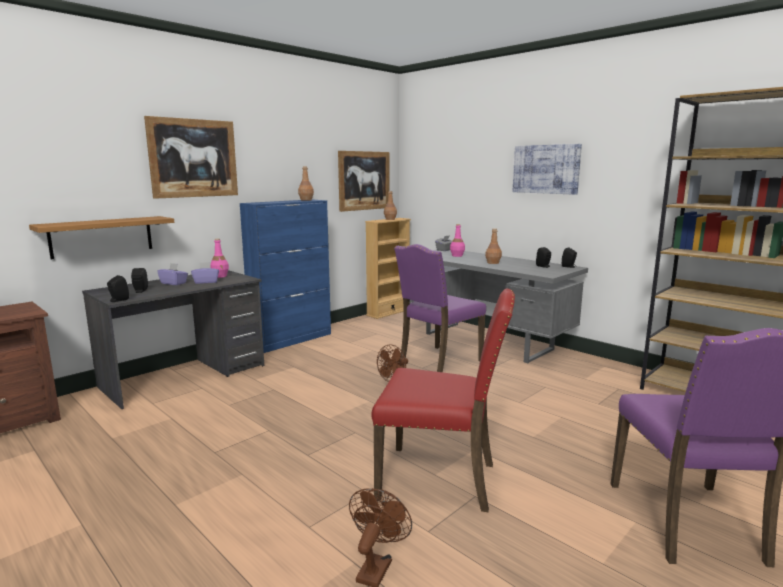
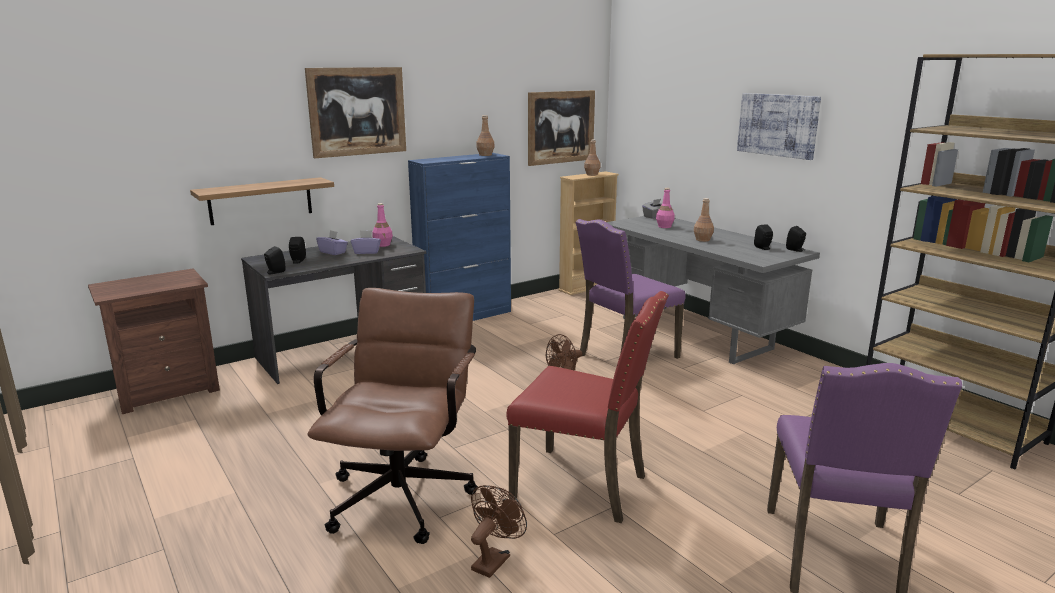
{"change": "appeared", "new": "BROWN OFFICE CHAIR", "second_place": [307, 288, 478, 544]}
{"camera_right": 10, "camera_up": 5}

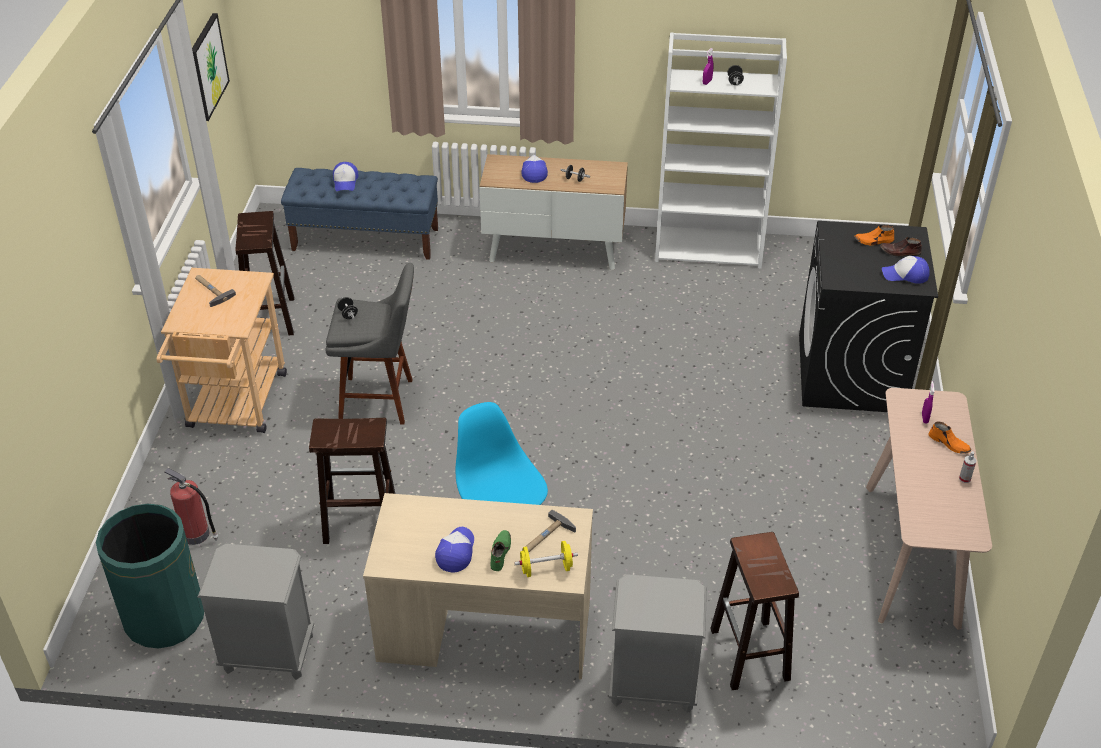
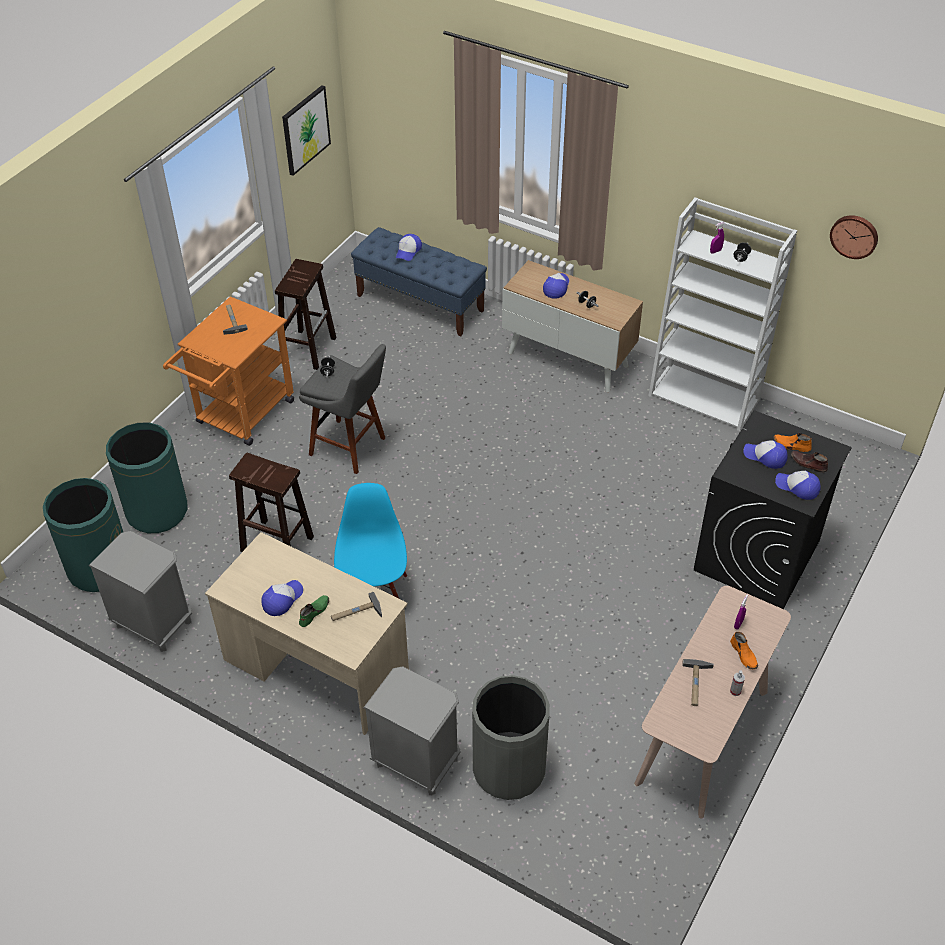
{"change": "exchanged", "old": "FIRE EXTINGUISHER", "new": "GREEN TRASH CAN", "first_place": [165, 468, 218, 545], "second_place": [106, 423, 188, 533]}
{"change": "colour", "old": "BEIGE CART", "new": "ORANGE CART", "first_place": [157, 268, 287, 433], "second_place": [163, 296, 294, 446]}
{"change": "exchanged", "old": "BROWN STOOL", "new": "GREY TRASH CAN", "first_place": [710, 532, 799, 690], "second_place": [472, 675, 550, 800]}
{"change": "appeared", "new": "HAMMER", "second_place": [682, 659, 714, 706]}
{"change": "appeared", "new": "CAP", "second_place": [744, 440, 788, 469]}
{"change": "appeared", "new": "WALL CLOCK", "second_place": [830, 215, 878, 259]}
{"change": "missing", "old": "YELLOW DUMBBELL", "first_place": [514, 541, 578, 577]}
{"camera_right": 25, "camera_up": 5}

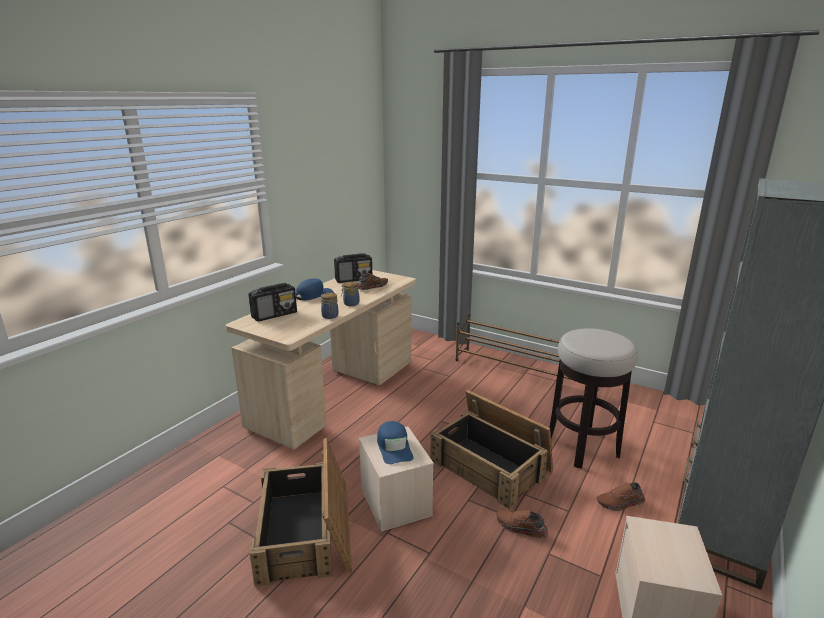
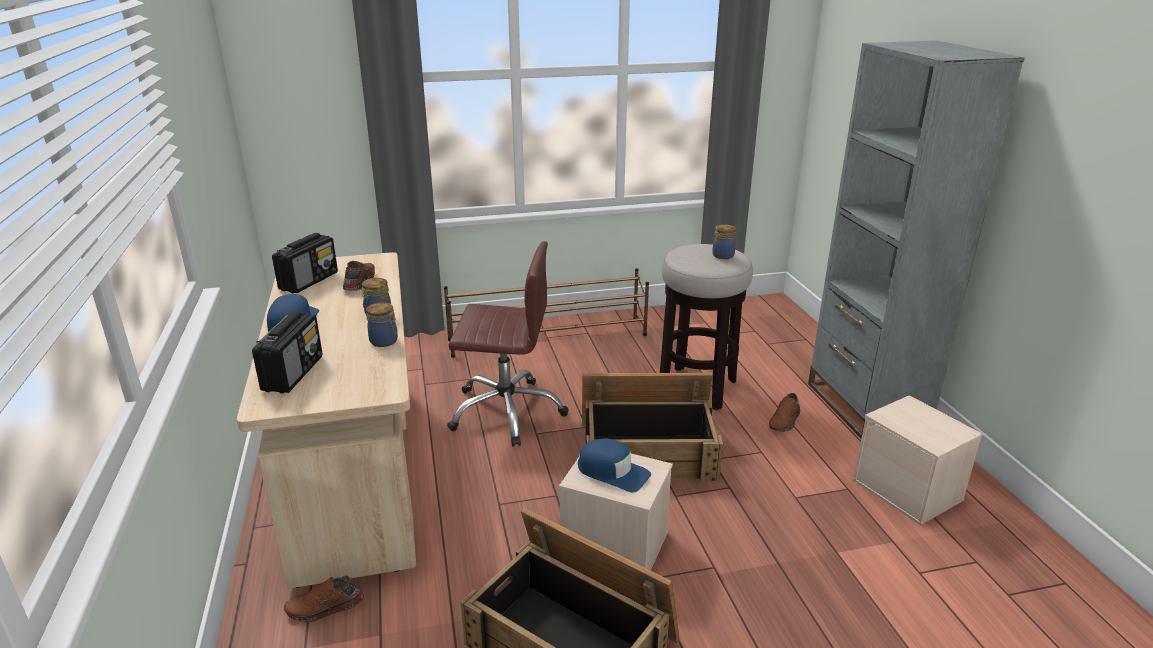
{"change": "relocated", "old": "BROWN SHOE", "first_place": [496, 510, 548, 538], "second_place": [284, 576, 364, 622]}
{"change": "appeared", "new": "BROWN OFFICE CHAIR", "second_place": [447, 241, 569, 446]}
{"change": "appeared", "new": "JAR", "second_place": [712, 224, 736, 259]}
{"camera_right": -45, "camera_up": 5}

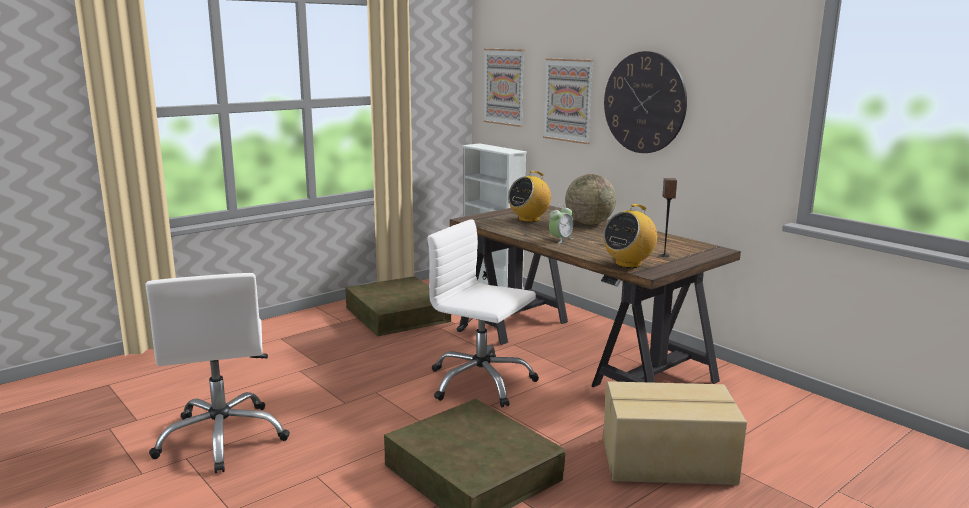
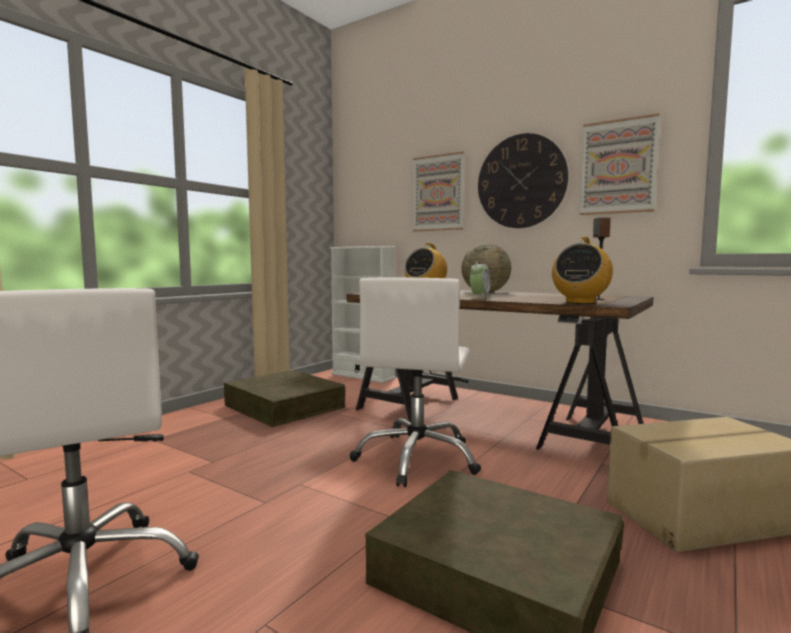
{"change": "spun", "old": "WHITE OFFICE CHAIR", "first_place": [427, 219, 539, 407], "second_place": [350, 277, 481, 487], "degrees": -90}
{"change": "relocated", "old": "PICTURE", "first_place": [483, 49, 525, 127], "second_place": [580, 113, 660, 215]}
{"camera_right": -15, "camera_up": -10}

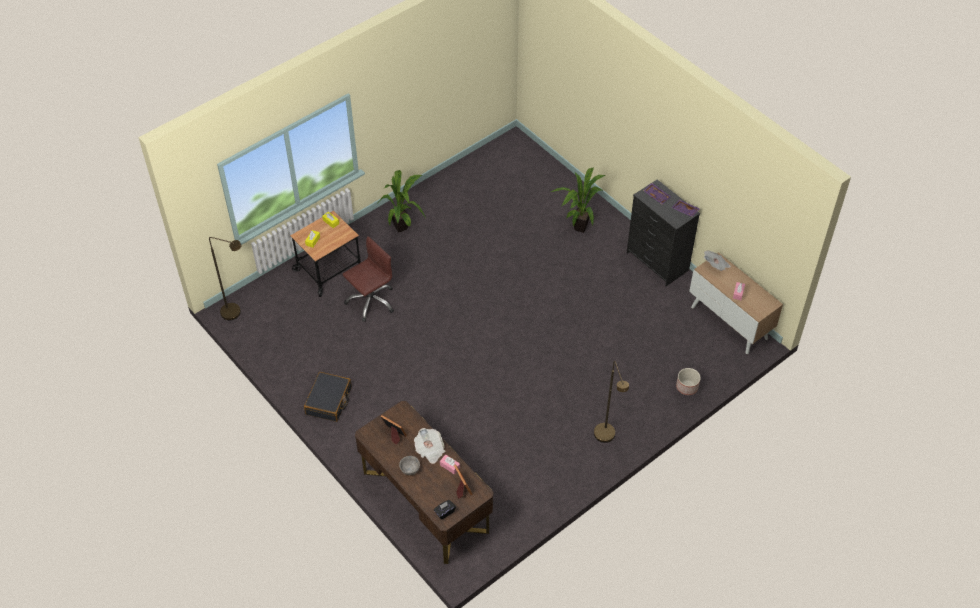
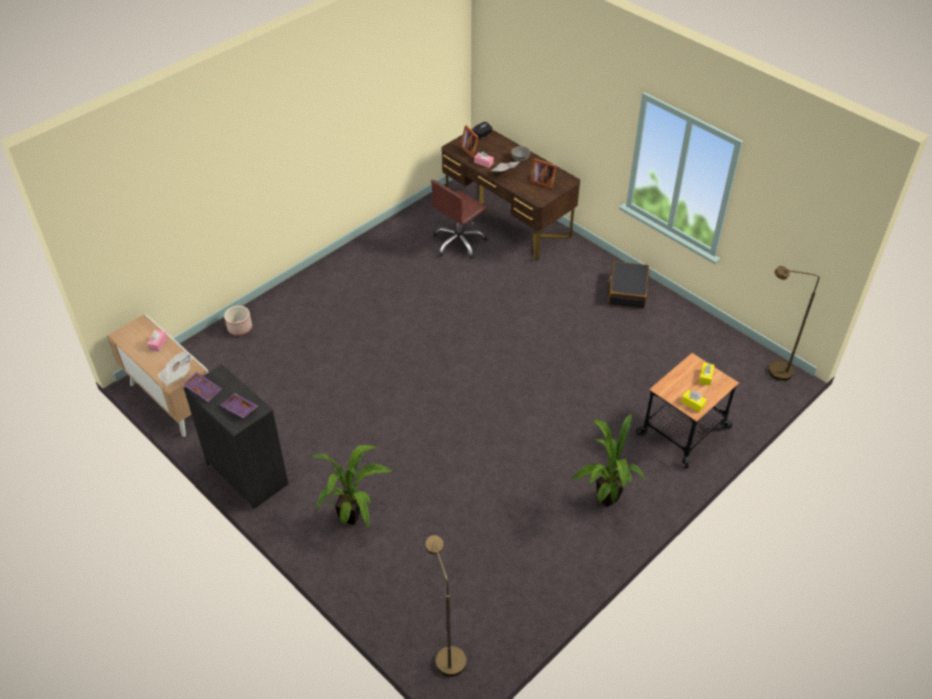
{"change": "relocated", "old": "BROWN FLOOR LAMP", "first_place": [594, 361, 629, 443], "second_place": [425, 535, 466, 677]}
{"change": "relocated", "old": "BROWN OFFICE CHAIR", "first_place": [343, 236, 394, 322], "second_place": [431, 180, 487, 259]}
{"camera_right": 175, "camera_up": -5}

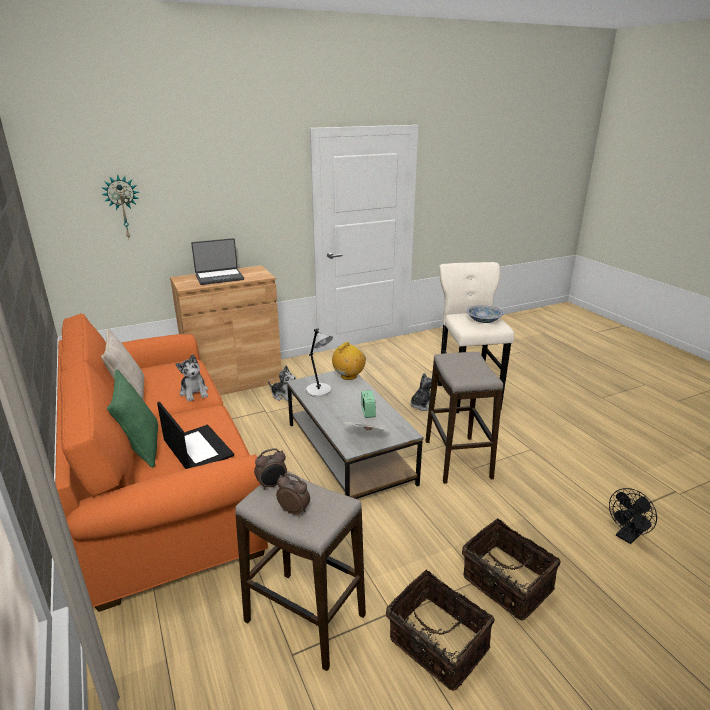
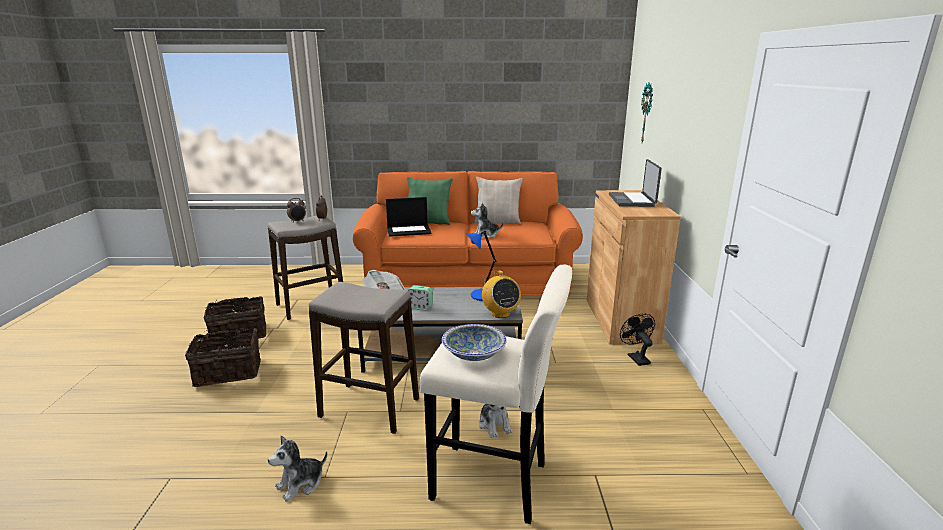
{"change": "relocated", "old": "PLUSH TOY", "first_place": [268, 366, 296, 401], "second_place": [268, 435, 327, 502]}
{"change": "colour", "old": "GREY TABLE LAMP", "new": "BLUE TABLE LAMP", "first_place": [306, 328, 333, 397], "second_place": [466, 229, 496, 301]}
{"change": "relocated", "old": "BLACK FAN", "first_place": [609, 488, 657, 544], "second_place": [620, 313, 655, 366]}
{"camera_right": 115, "camera_up": -5}

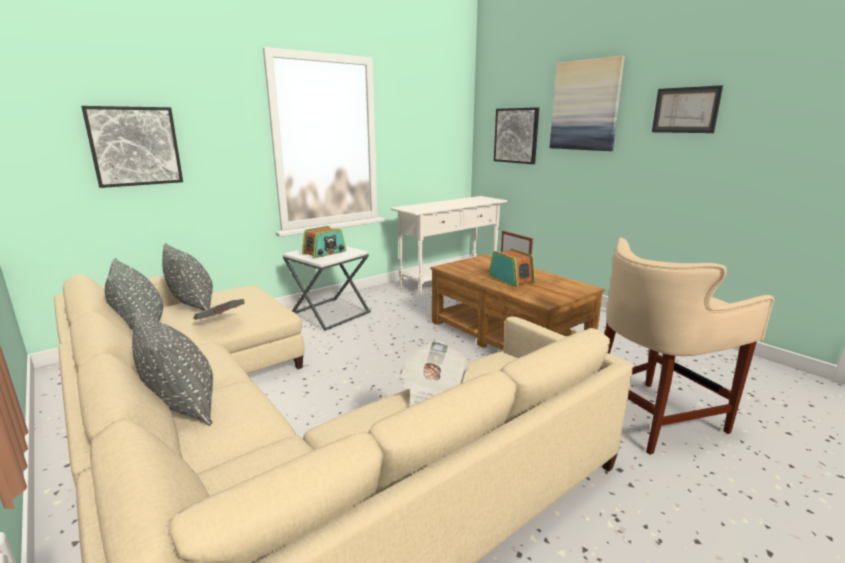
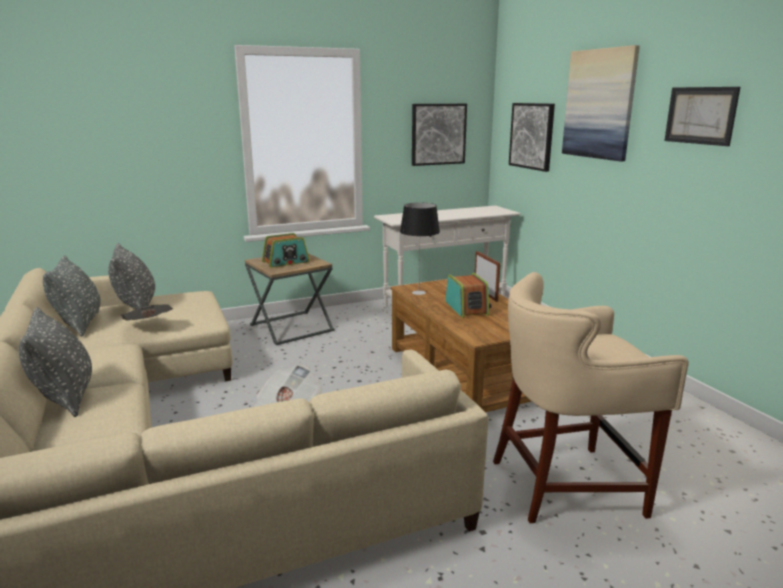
{"change": "colour", "old": "WHITE SIDE TABLE", "new": "BROWN SIDE TABLE", "first_place": [283, 246, 371, 330], "second_place": [245, 253, 334, 345]}
{"change": "appeared", "new": "TABLE LAMP", "second_place": [400, 203, 440, 295]}
{"change": "relocated", "old": "PICTURE", "first_place": [81, 106, 183, 188], "second_place": [412, 104, 467, 166]}
{"camera_right": 15, "camera_up": 0}

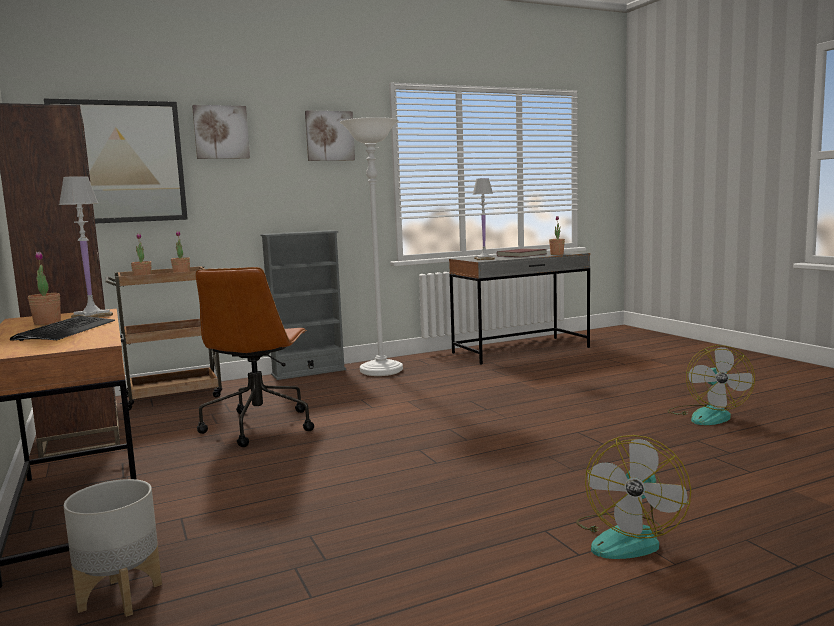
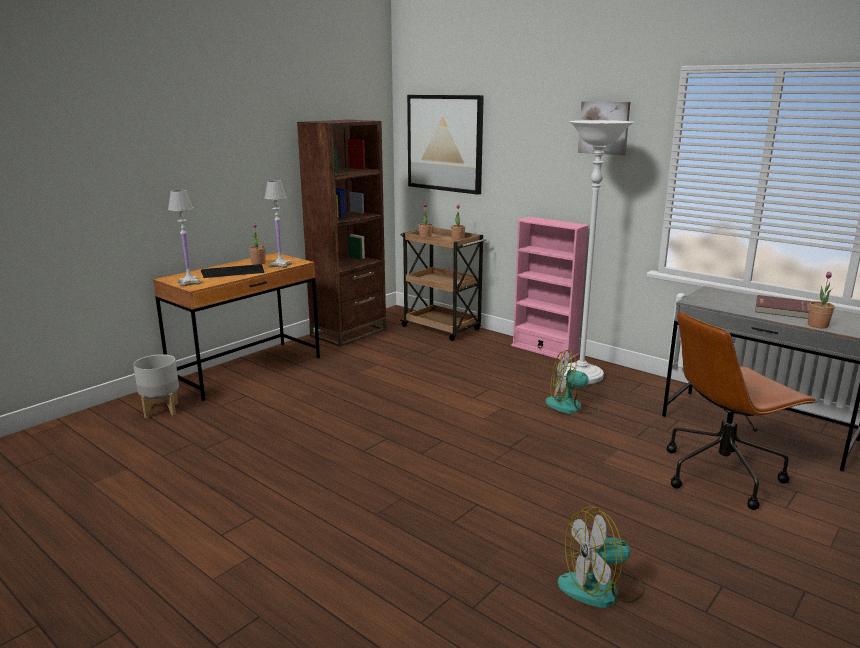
{"change": "relocated", "old": "WHITE TABLE LAMP", "first_place": [473, 178, 495, 260], "second_place": [168, 190, 202, 286]}
{"change": "colour", "old": "GREY BOOKCASE", "new": "PINK BOOKCASE", "first_place": [261, 230, 346, 380], "second_place": [511, 217, 589, 361]}
{"change": "relocated", "old": "FAN", "first_place": [576, 435, 691, 559], "second_place": [546, 350, 600, 414]}
{"change": "relocated", "old": "BROWN OFFICE CHAIR", "first_place": [195, 267, 314, 447], "second_place": [667, 311, 817, 510]}
{"change": "missing", "old": "PICTURE", "first_place": [192, 105, 250, 159]}
{"camera_right": 65, "camera_up": 10}

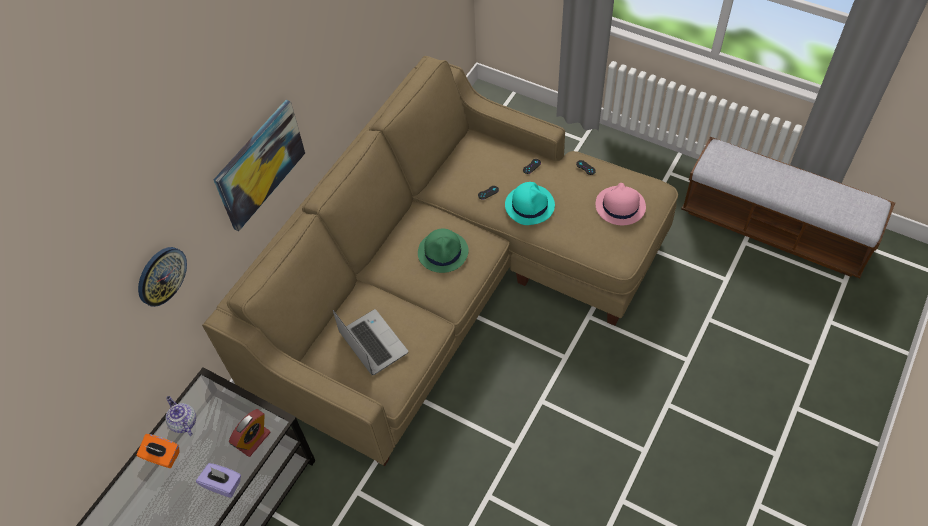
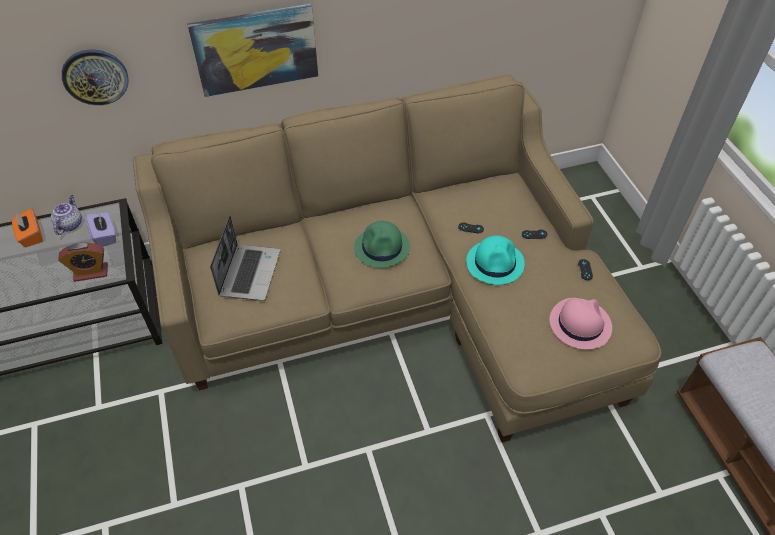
{"change": "relocated", "old": "PURPLE TISSUE BOX", "first_place": [196, 463, 241, 498], "second_place": [85, 212, 116, 247]}
{"camera_right": 40, "camera_up": -5}

